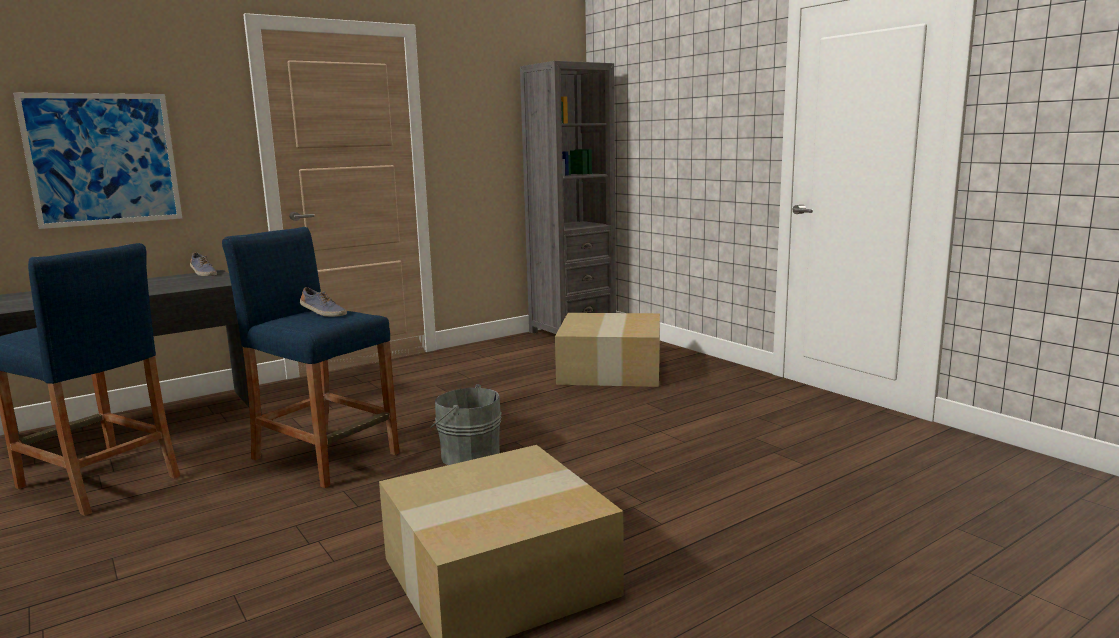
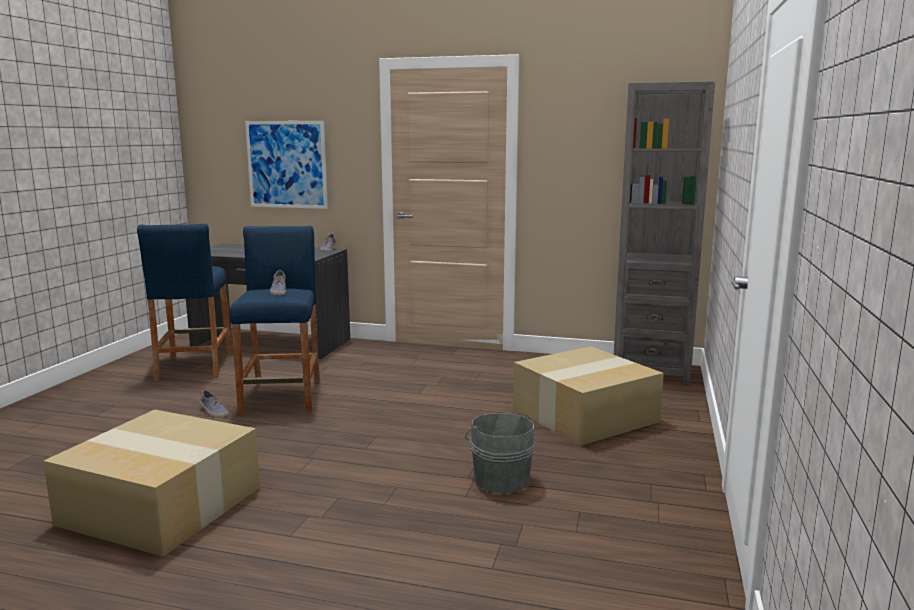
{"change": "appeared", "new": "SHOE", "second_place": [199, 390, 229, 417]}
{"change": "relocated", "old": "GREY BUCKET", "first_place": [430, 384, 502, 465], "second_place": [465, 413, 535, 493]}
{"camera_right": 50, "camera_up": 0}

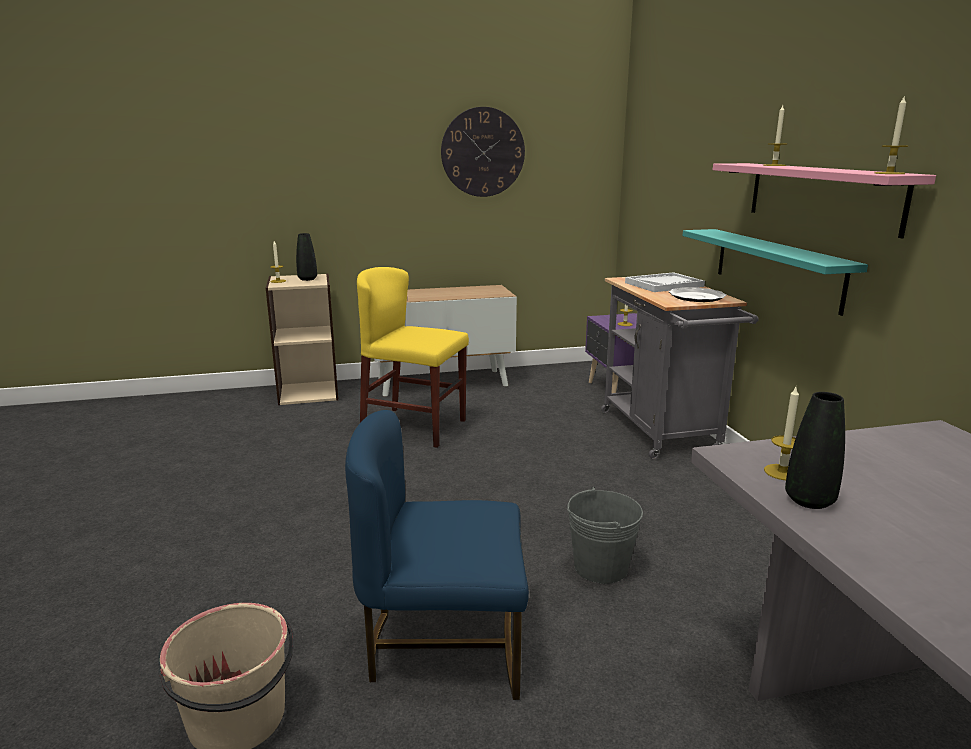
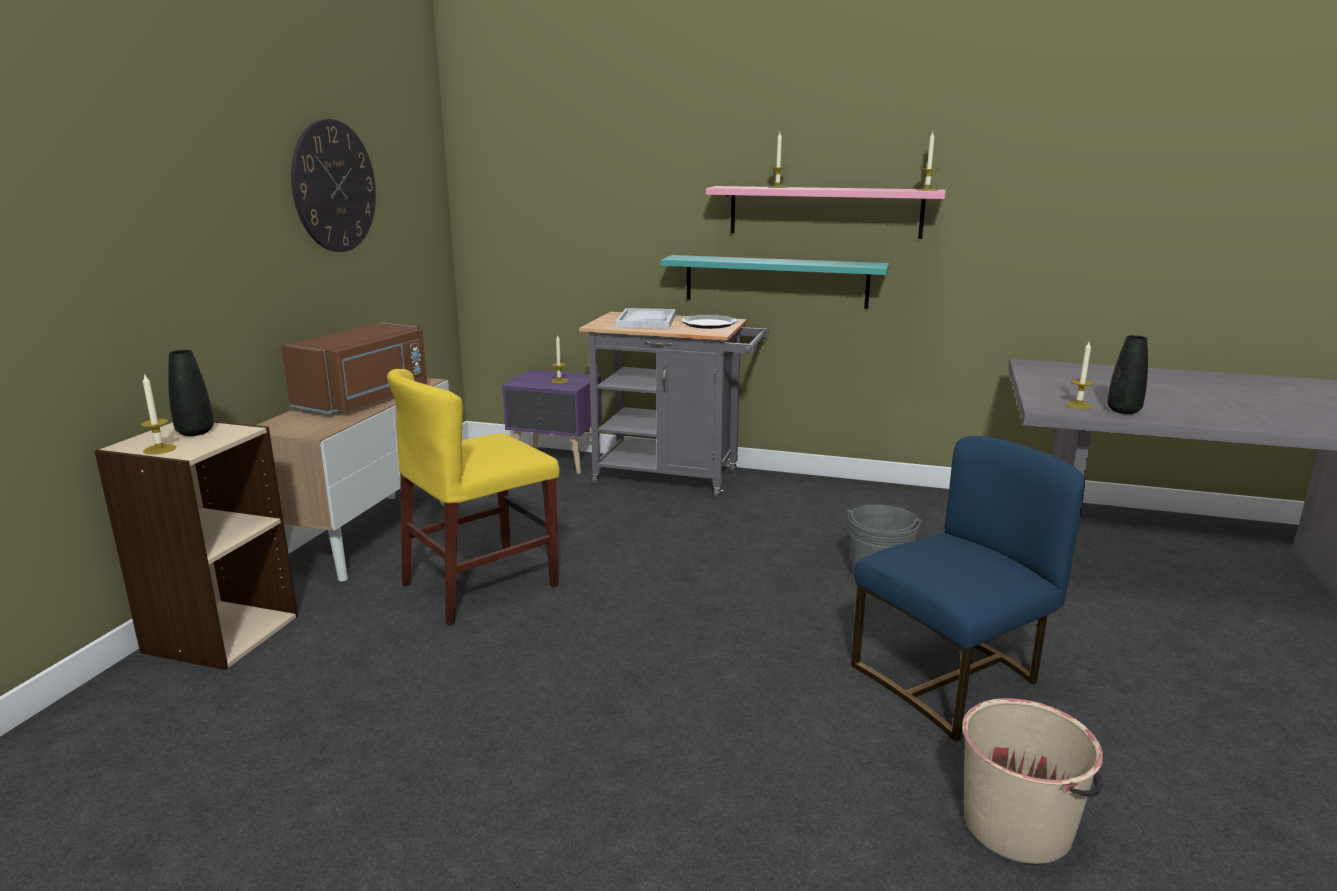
{"change": "appeared", "new": "BROWN MICROWAVE", "second_place": [281, 322, 427, 414]}
{"change": "spun", "old": "BLUE CHAIR", "first_place": [345, 410, 529, 700], "second_place": [851, 436, 1085, 742], "degrees": -150}
{"camera_right": -60, "camera_up": 0}

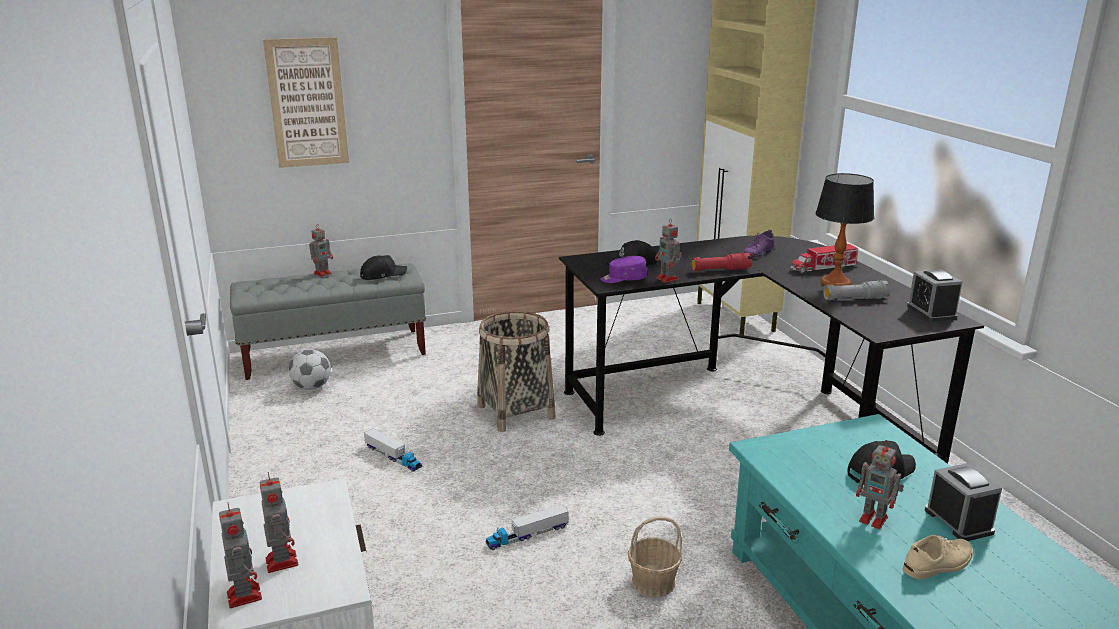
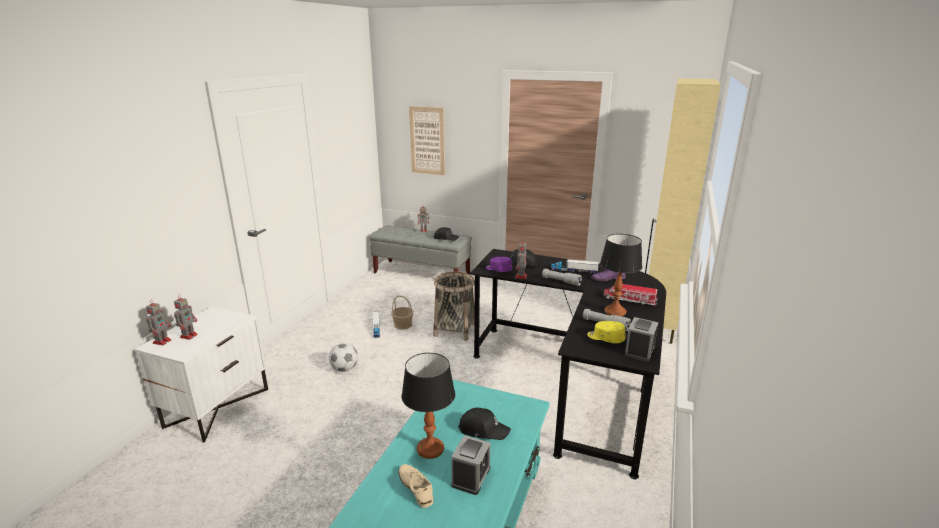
{"change": "relocated", "old": "FOOTBALL", "first_place": [289, 349, 331, 390], "second_place": [329, 343, 358, 372]}
{"change": "relocated", "old": "BASKET", "first_place": [628, 516, 682, 597], "second_place": [391, 295, 414, 330]}
{"change": "spun", "old": "BEIGE SHOE", "first_place": [903, 535, 973, 580], "second_place": [399, 464, 434, 508], "degrees": -135}
{"change": "exchanged", "old": "TOY ROBOT", "new": "TABLE LAMP", "first_place": [856, 440, 904, 529], "second_place": [402, 353, 455, 459]}
{"change": "colour", "old": "RED FLASHLIGHT", "new": "GREY FLASHLIGHT", "first_place": [691, 253, 751, 271], "second_place": [542, 269, 582, 286]}
{"change": "relocated", "old": "TOY TRUCK", "first_place": [485, 505, 569, 550], "second_place": [551, 259, 599, 274]}
{"change": "appeared", "new": "YELLOW CAP", "second_place": [587, 321, 625, 343]}
{"camera_right": 40, "camera_up": 0}

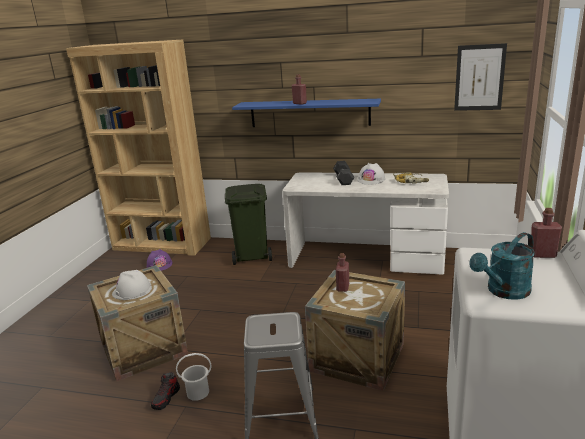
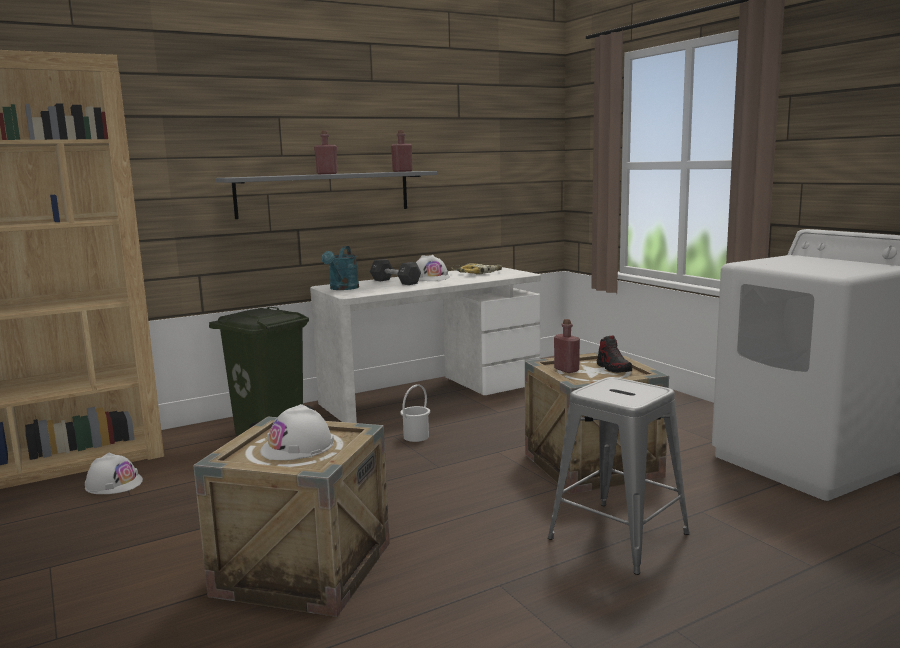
{"change": "colour", "old": "PURPLE HARD HAT", "new": "WHITE HARD HAT", "first_place": [146, 249, 173, 271], "second_place": [85, 452, 143, 494]}
{"change": "colour", "old": "BLUE SHELF", "new": "GREY SHELF", "first_place": [232, 99, 381, 127], "second_place": [215, 171, 437, 219]}
{"change": "relocated", "old": "TURQUOISE WATERING CAN", "first_place": [469, 232, 535, 300], "second_place": [321, 246, 359, 290]}
{"change": "relocated", "old": "RED BOTTLE", "first_place": [531, 208, 562, 258], "second_place": [391, 130, 412, 172]}
{"change": "relocated", "old": "WHITE BUCKET", "first_place": [176, 353, 211, 401], "second_place": [400, 384, 430, 442]}
{"change": "relocated", "old": "SHOE", "first_place": [151, 372, 180, 410], "second_place": [597, 336, 632, 373]}
{"change": "missing", "old": "PICTURE", "first_place": [454, 43, 507, 111]}
{"camera_right": -45, "camera_up": -10}

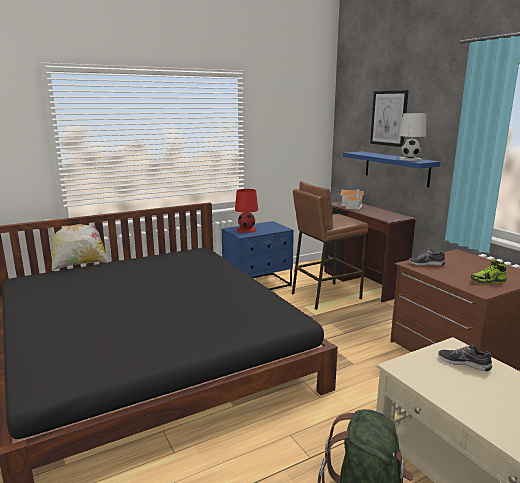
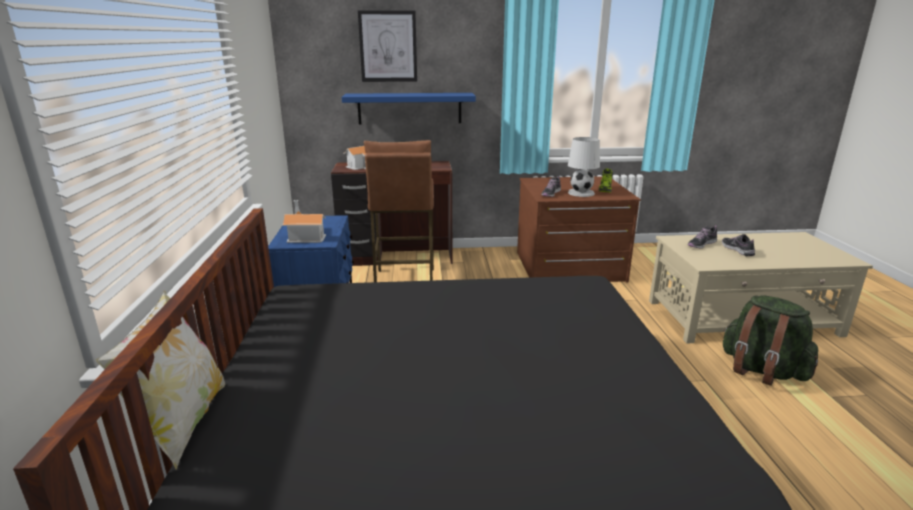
{"change": "exchanged", "old": "RED TABLE LAMP", "new": "TOY HOUSE", "first_place": [235, 189, 258, 233], "second_place": [282, 200, 326, 243]}
{"change": "relocated", "old": "WHITE TABLE LAMP", "first_place": [399, 113, 426, 161], "second_place": [568, 137, 600, 197]}
{"change": "appeared", "new": "SHOE", "second_place": [722, 234, 755, 256]}
{"camera_right": -65, "camera_up": 5}

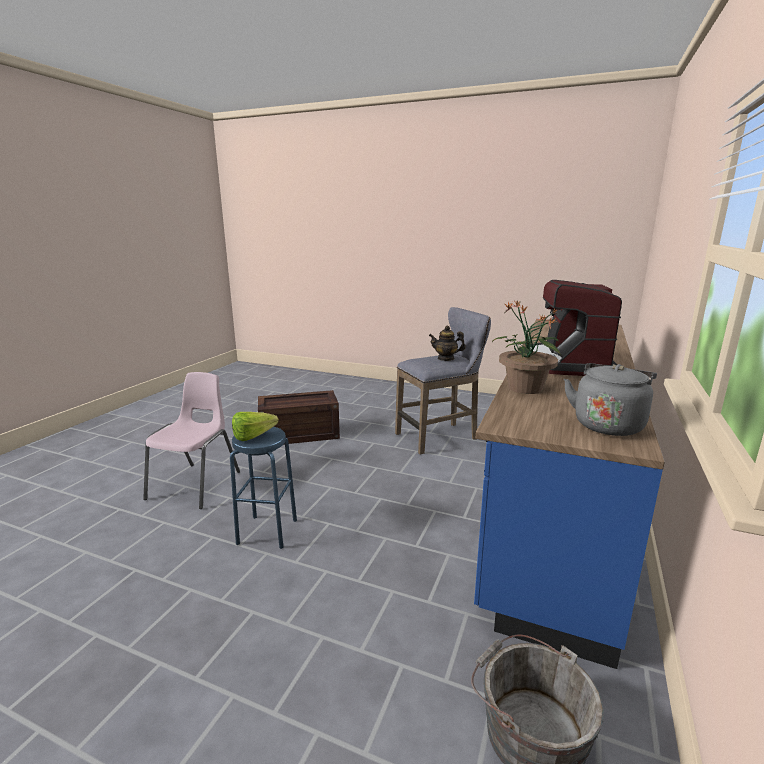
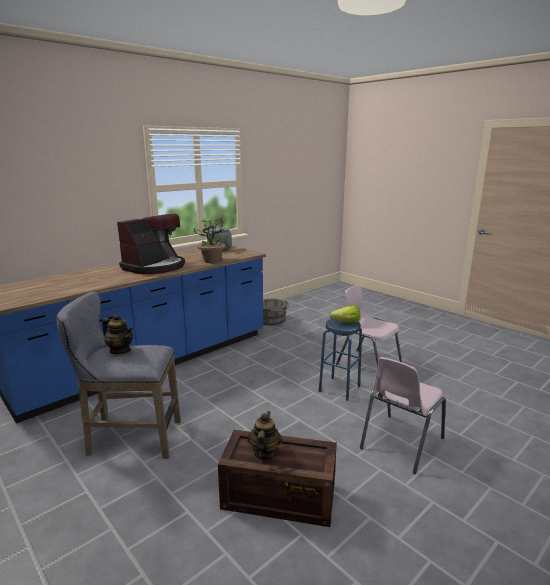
{"change": "appeared", "new": "TEAPOT", "second_place": [248, 411, 282, 460]}
{"change": "appeared", "new": "PINK CHAIR", "second_place": [336, 285, 402, 367]}
{"camera_right": -155, "camera_up": 0}

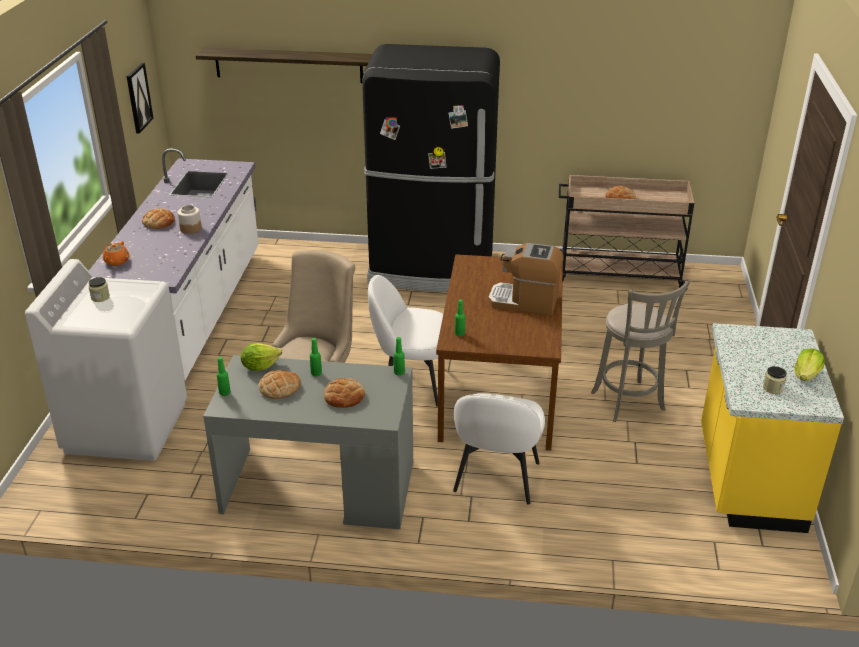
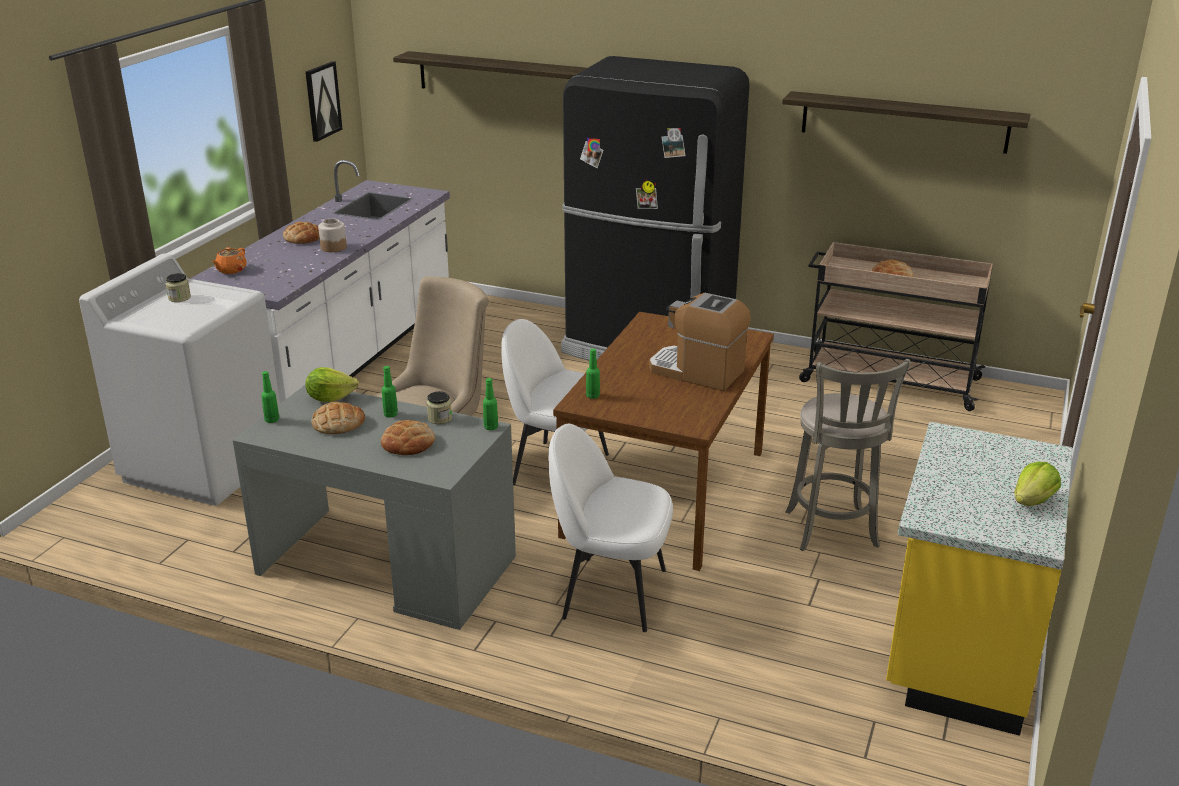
{"change": "relocated", "old": "JAR", "first_place": [763, 366, 787, 394], "second_place": [427, 391, 452, 425]}
{"change": "spun", "old": "WHITE CHAIR", "first_place": [453, 393, 545, 505], "second_place": [548, 424, 673, 632], "degrees": 75}
{"change": "appeared", "new": "SHELF", "second_place": [782, 91, 1031, 154]}
{"camera_right": 15, "camera_up": -5}

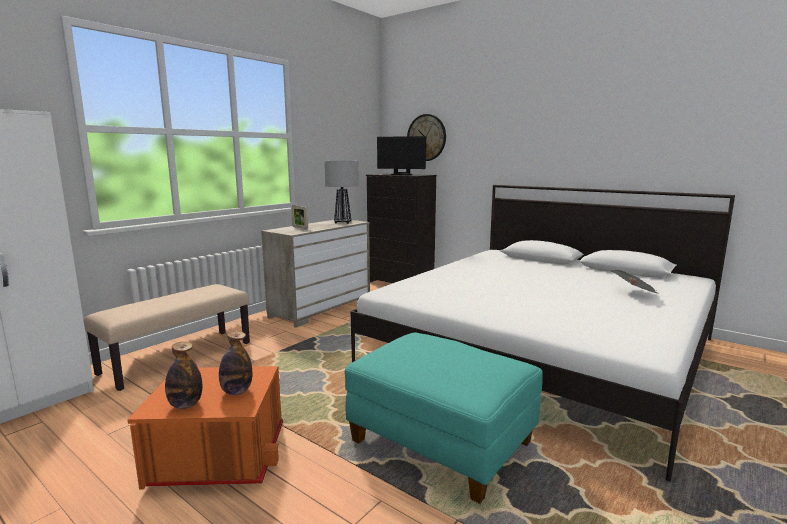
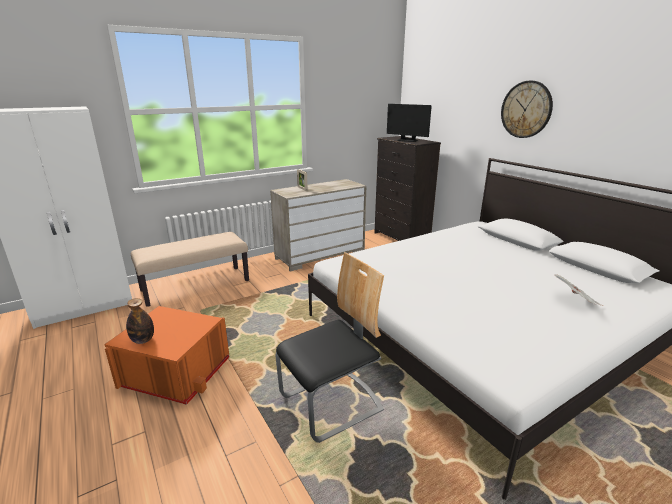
{"change": "exchanged", "old": "TURQUOISE OTTOMAN", "new": "CHAIR", "first_place": [345, 332, 543, 504], "second_place": [275, 252, 384, 443]}
{"change": "relocated", "old": "WALL CLOCK", "first_place": [407, 114, 446, 161], "second_place": [501, 81, 553, 138]}
{"change": "missing", "old": "BOTTLE", "first_place": [219, 331, 252, 395]}
{"change": "missing", "old": "TABLE LAMP", "first_place": [324, 161, 359, 224]}
{"camera_right": 20, "camera_up": 10}

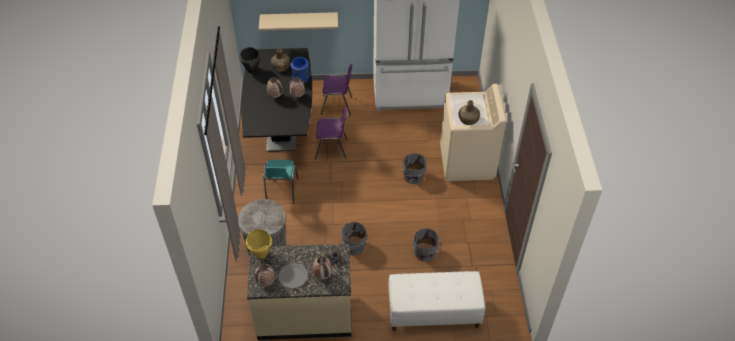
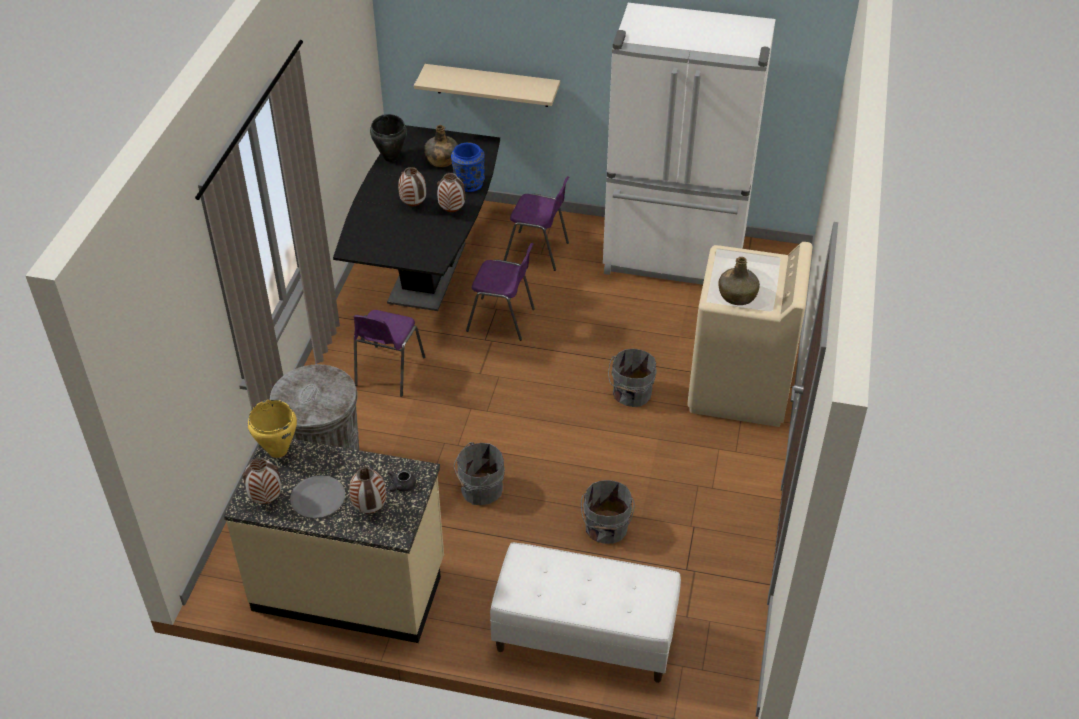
{"change": "colour", "old": "TURQUOISE CHAIR", "new": "PURPLE CHAIR", "first_place": [263, 160, 299, 204], "second_place": [354, 310, 425, 397]}
{"camera_right": 15, "camera_up": -5}

